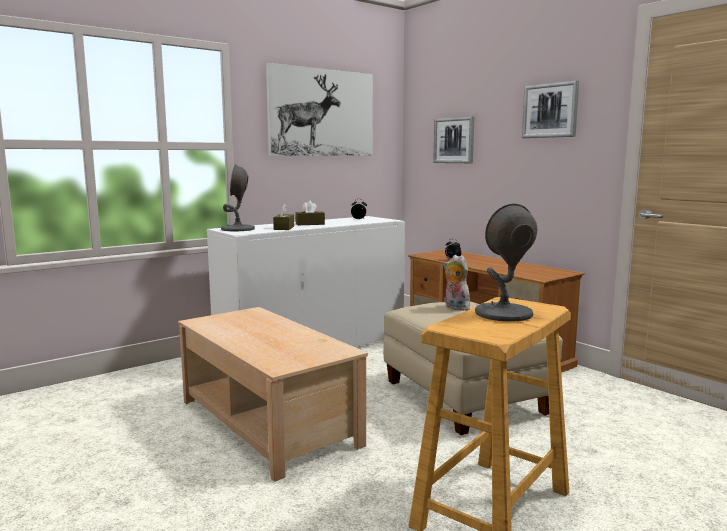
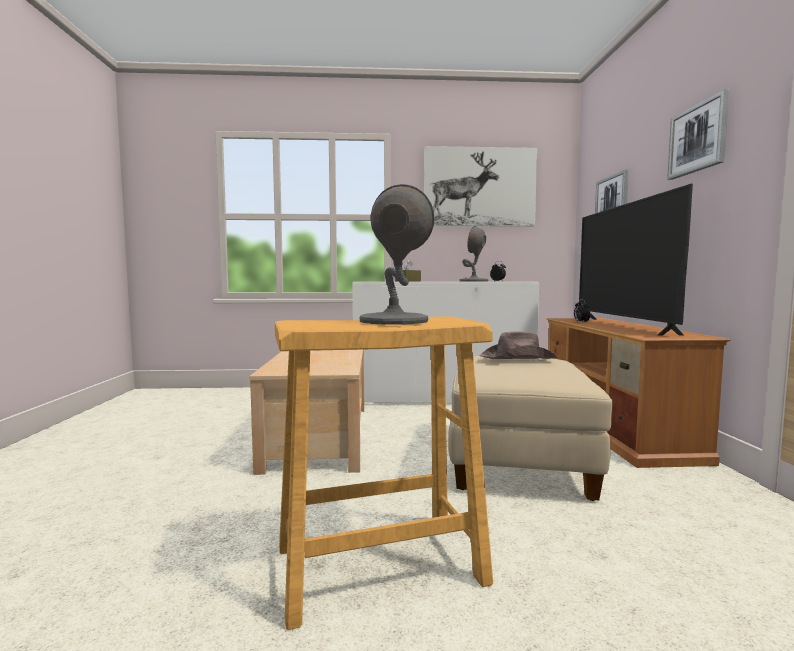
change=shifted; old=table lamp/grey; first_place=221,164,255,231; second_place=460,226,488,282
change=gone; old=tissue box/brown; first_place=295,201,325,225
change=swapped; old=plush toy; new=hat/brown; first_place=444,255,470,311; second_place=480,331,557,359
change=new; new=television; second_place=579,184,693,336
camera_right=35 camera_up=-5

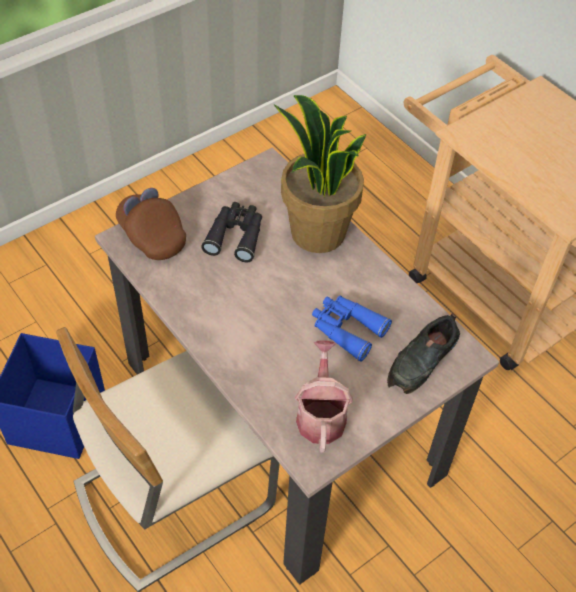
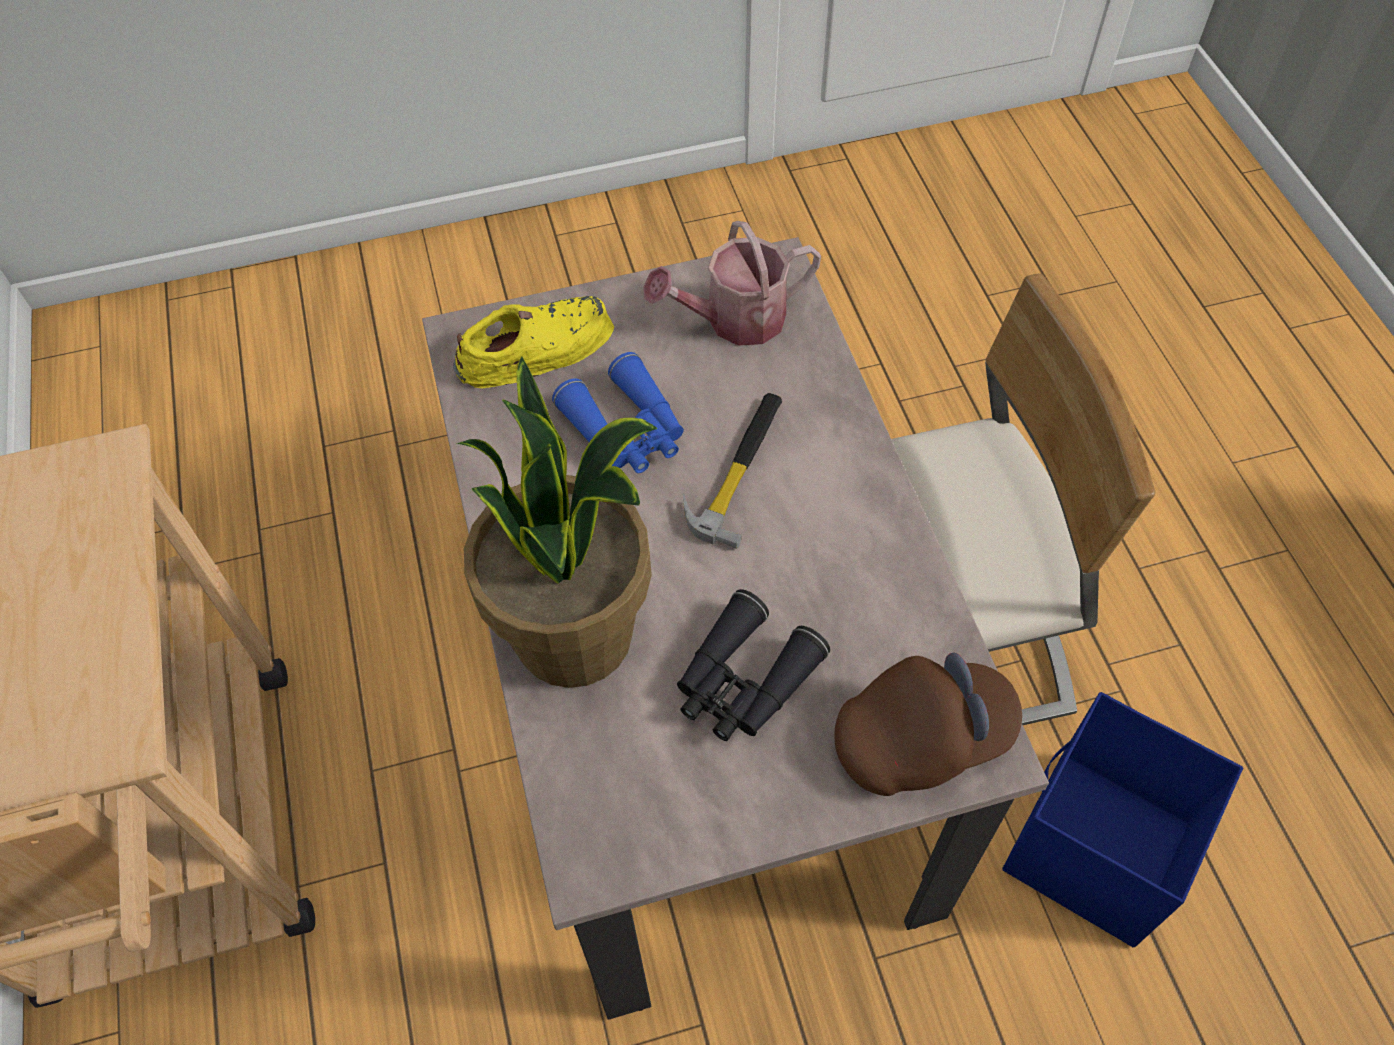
change=rotated; old=cap/brown; first_place=116,188,186,260; second_place=834,653,1022,796; degrees=-90
change=repainted; old=shoe/black; new=shoe/yellow; first_place=387,314,460,394; second_place=453,296,614,388
change=rotated; old=watering can; first_place=295,340,353,453; second_place=643,221,821,346; degrees=45
change=new; new=hammer; second_place=683,393,782,549
camera_right=-155 camera_up=5

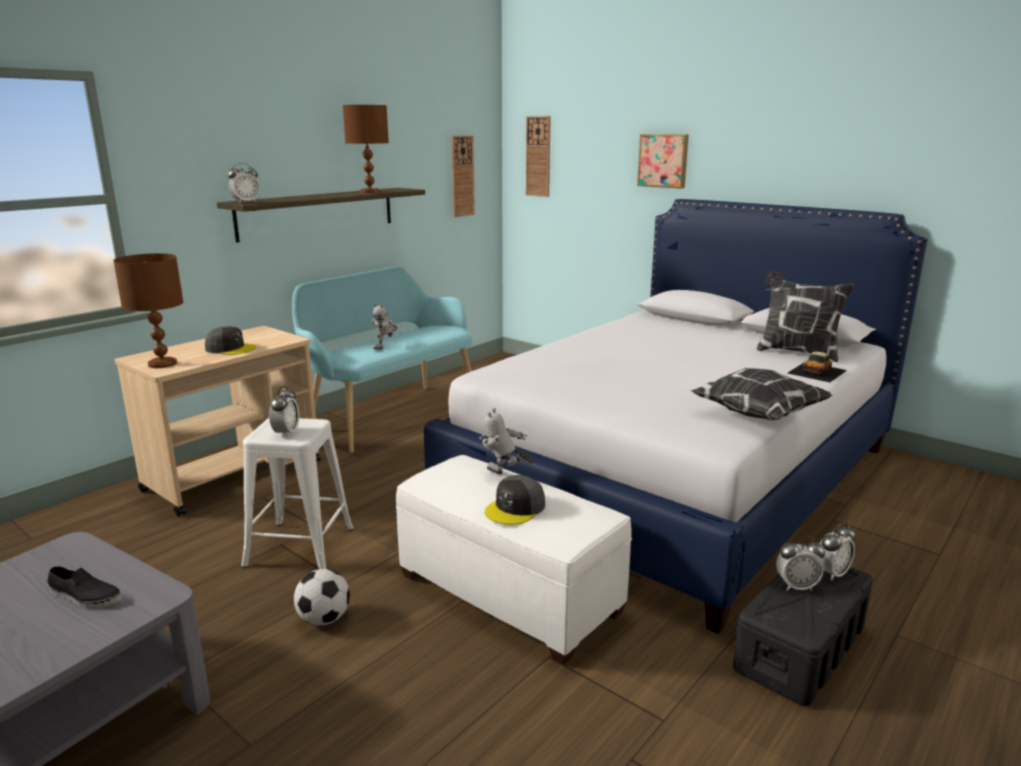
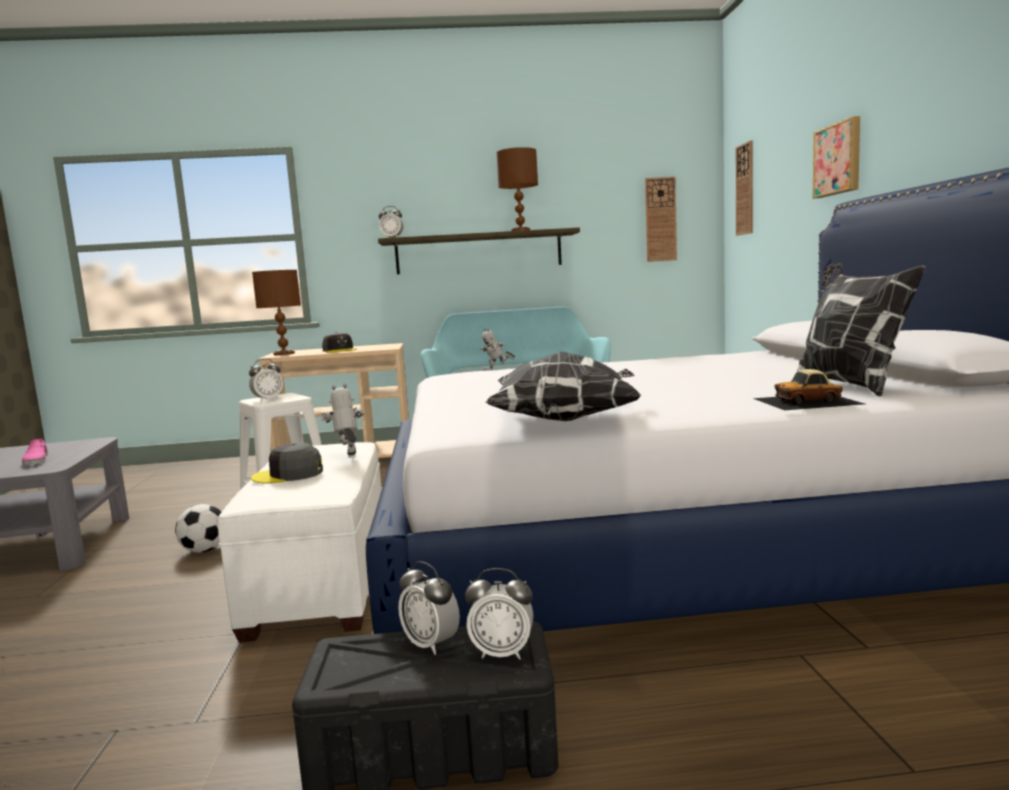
change=repainted; old=shoe/black; new=shoe/pink; first_place=48,566,121,609; second_place=22,439,48,466
camera_right=45 camera_up=-10

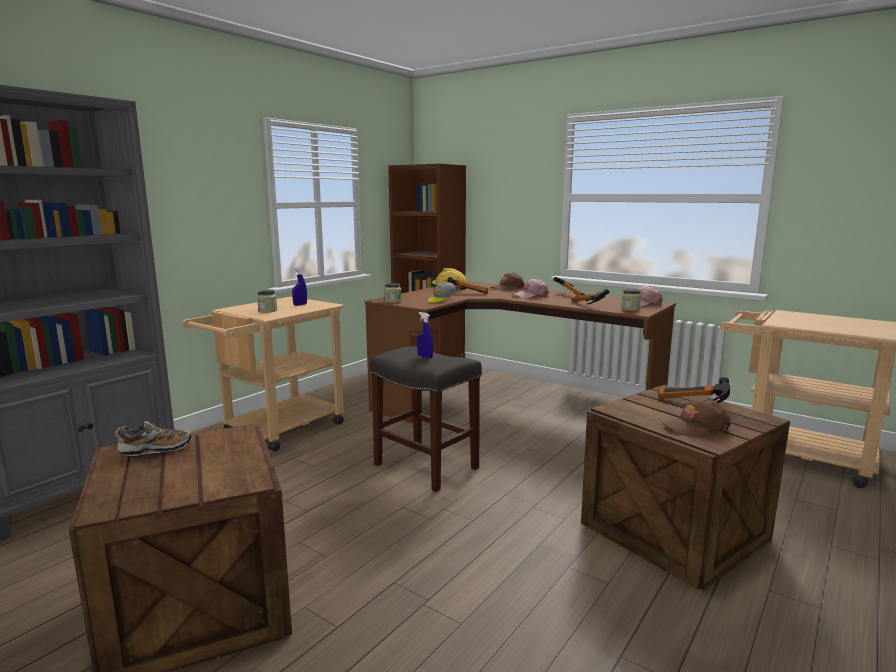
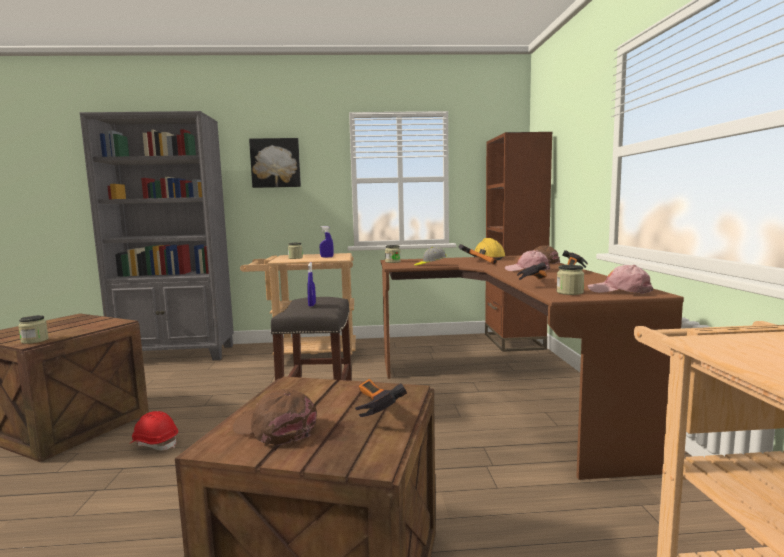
change=gone; old=shoe; first_place=114,421,192,456
change=new; new=picture; second_place=249,138,301,188
change=new; new=jar; second_place=18,315,49,344
change=new; new=hard hat/red; second_place=129,411,178,451
camera_right=50 camera_up=-5

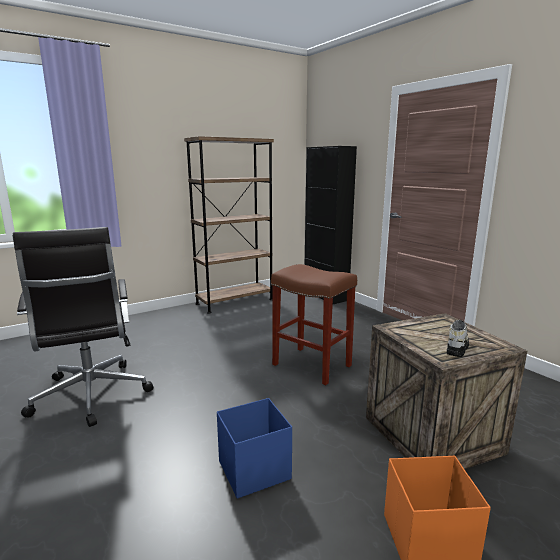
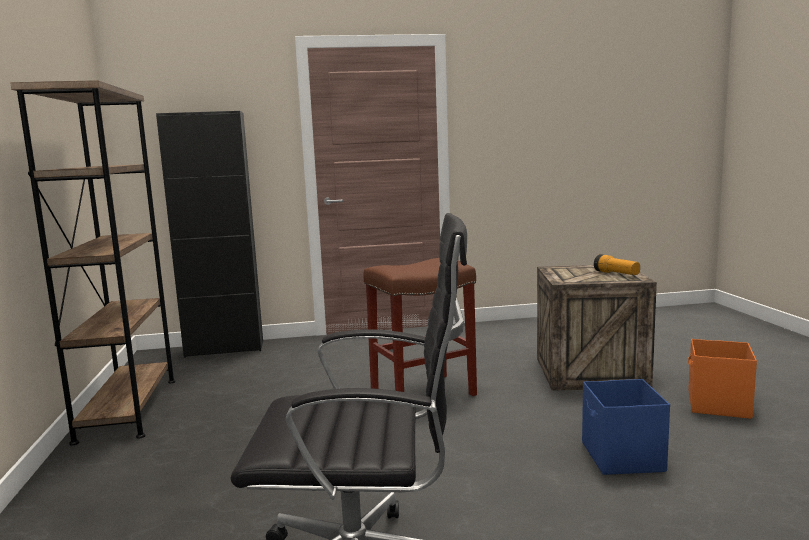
change=swapped; old=shoe; new=flashlight; first_place=447,320,469,357; second_place=594,254,640,275
camera_right=-65 camera_up=-5

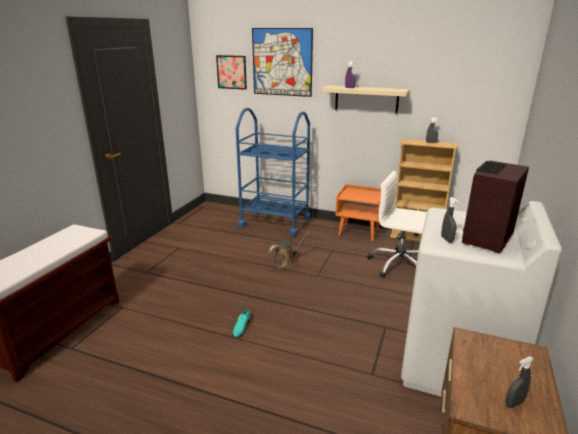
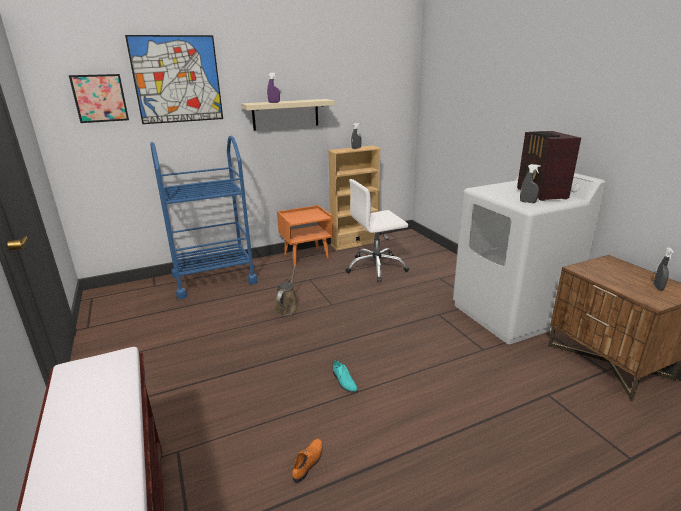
change=new; new=shoe/orange; second_place=292,439,323,483
camera_right=-45 camera_up=0

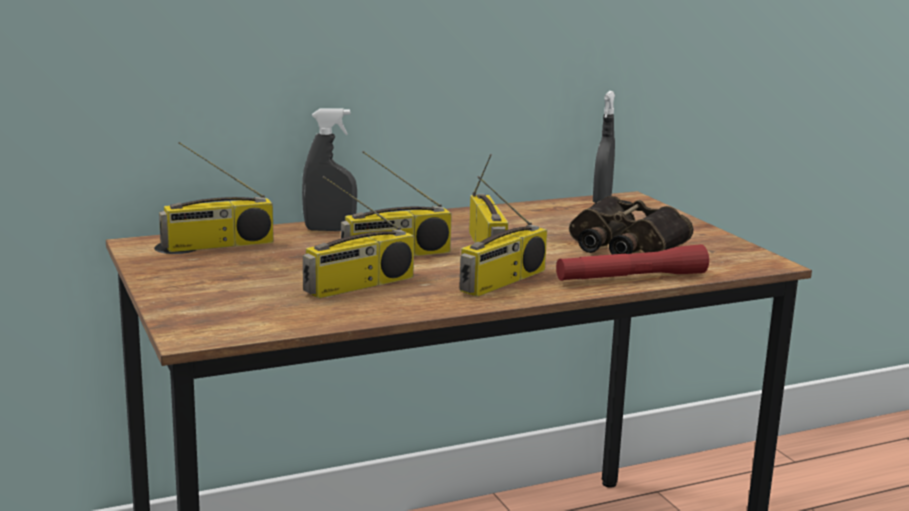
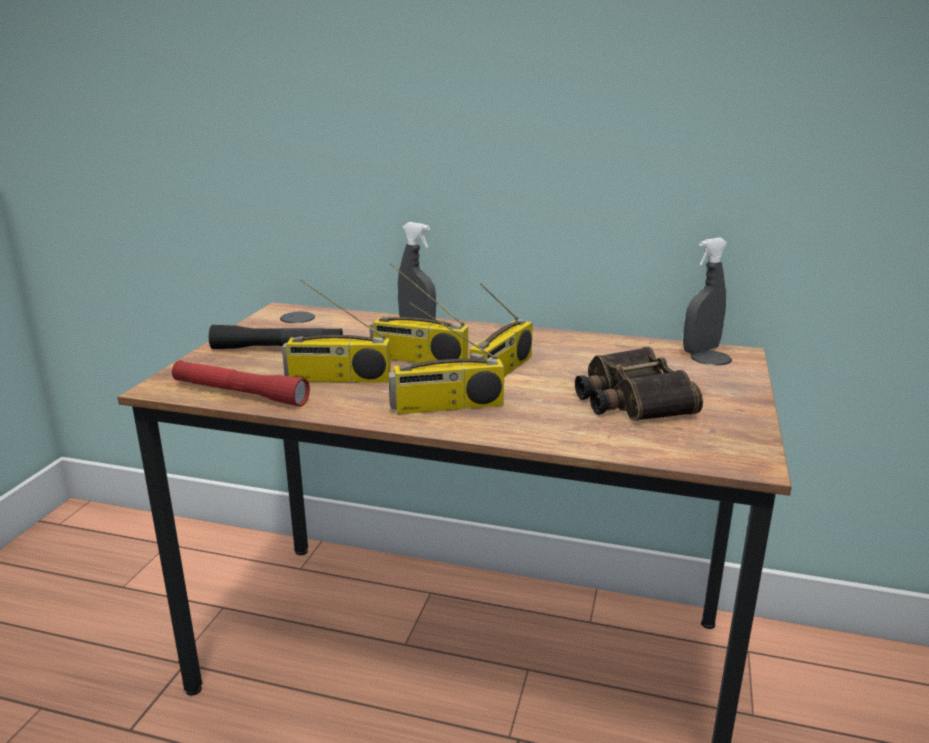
change=gone; old=radio; first_place=159,142,274,252
change=shifted; old=flashlight/red; first_place=556,244,709,281; second_place=172,360,310,407
change=new; new=flashlight/black; second_place=209,325,343,349
camera_right=40 camera_up=5

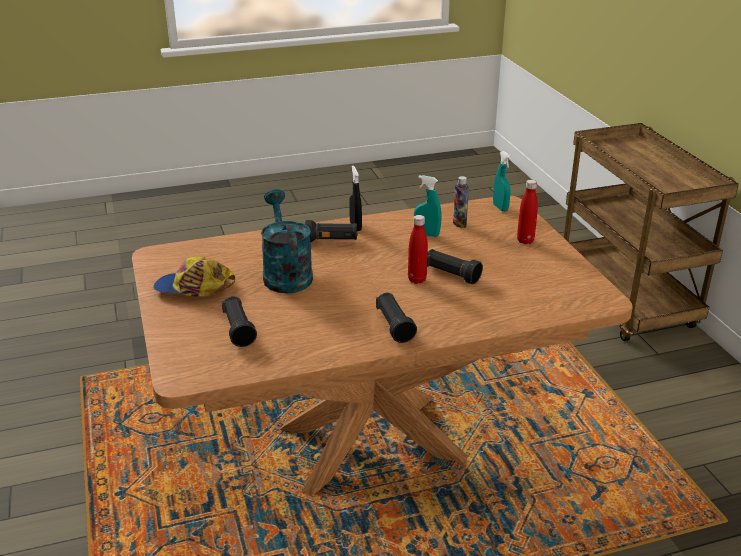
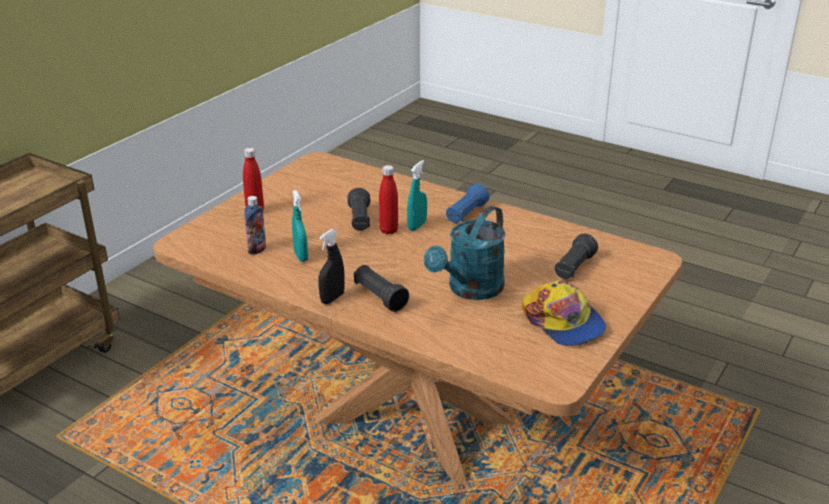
change=shifted; old=spray bottle/turquoise; first_place=493,151,511,212; second_place=407,160,427,231
change=repainted; old=flashlight/black; new=flashlight/blue; first_place=376,293,417,343; second_place=446,183,489,223
camera_right=-130 camera_up=0

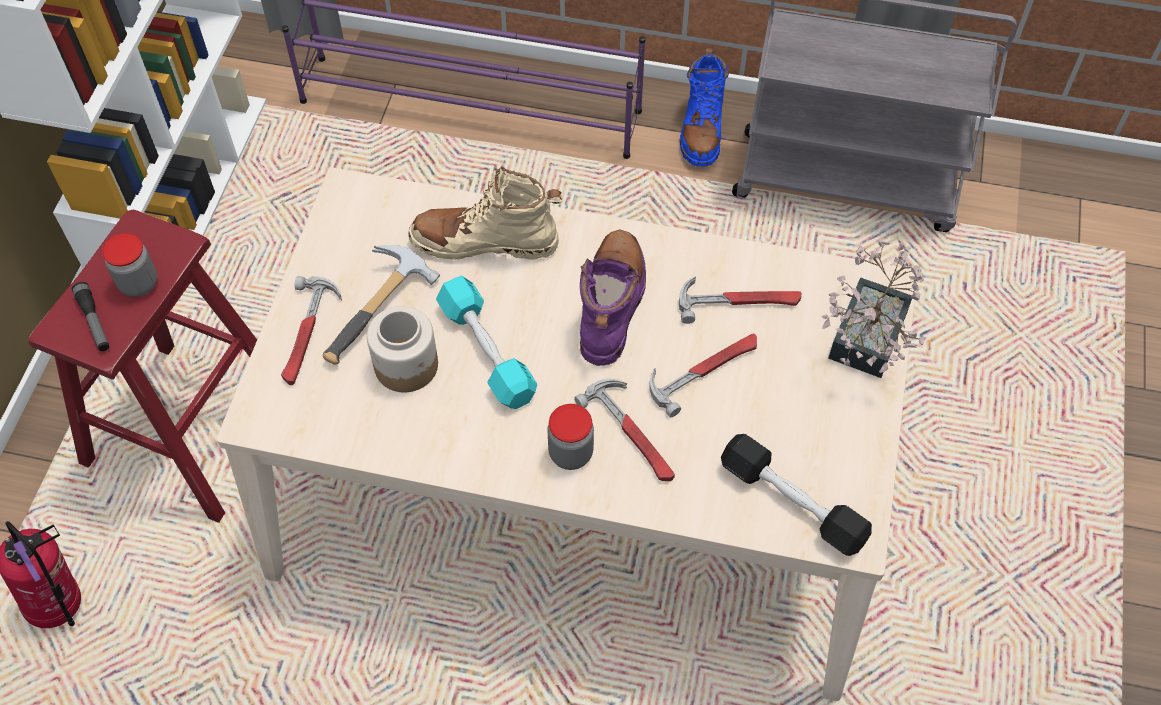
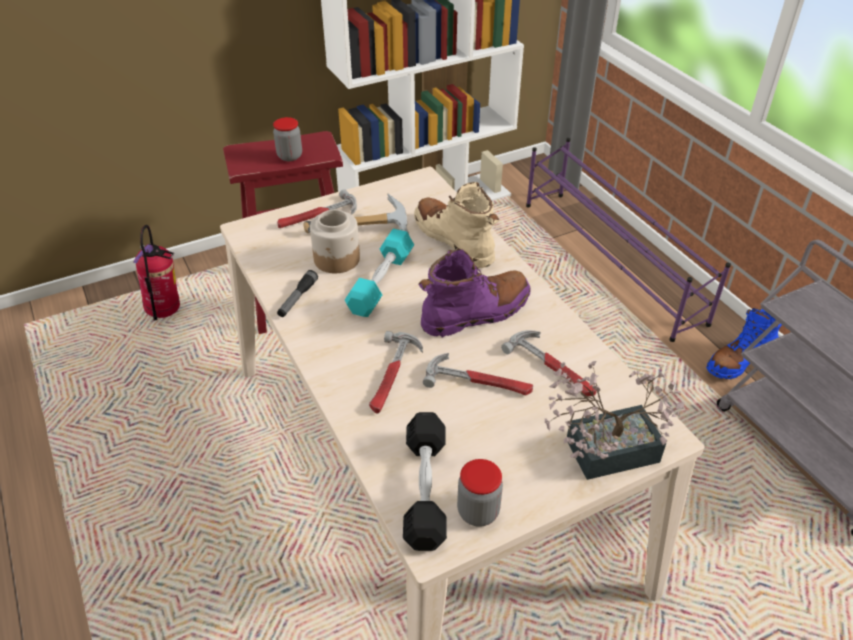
change=shifted; old=flashlight; first_place=72,282,109,351; second_place=277,270,318,317
change=shifted; old=jar; first_place=547,404,594,470; second_place=457,459,503,527
camera_right=50 camera_up=-15

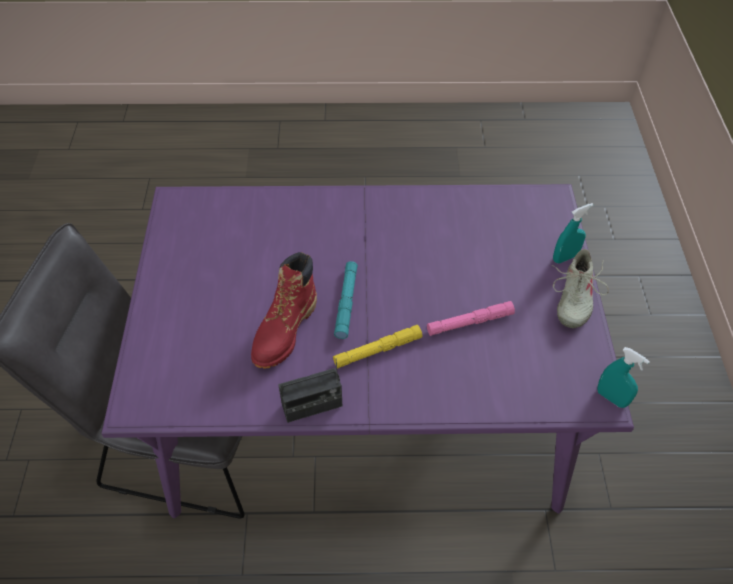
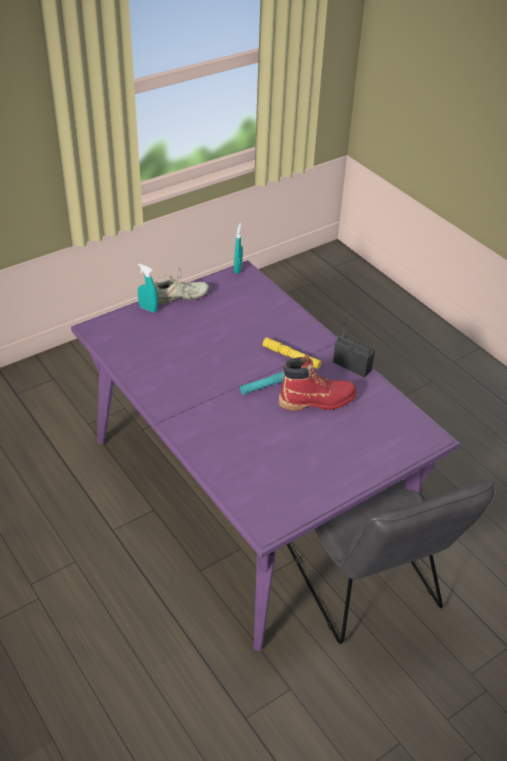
change=gone; old=flashlight/pink; first_place=427,301,515,336
camera_right=-125 camera_up=-10

